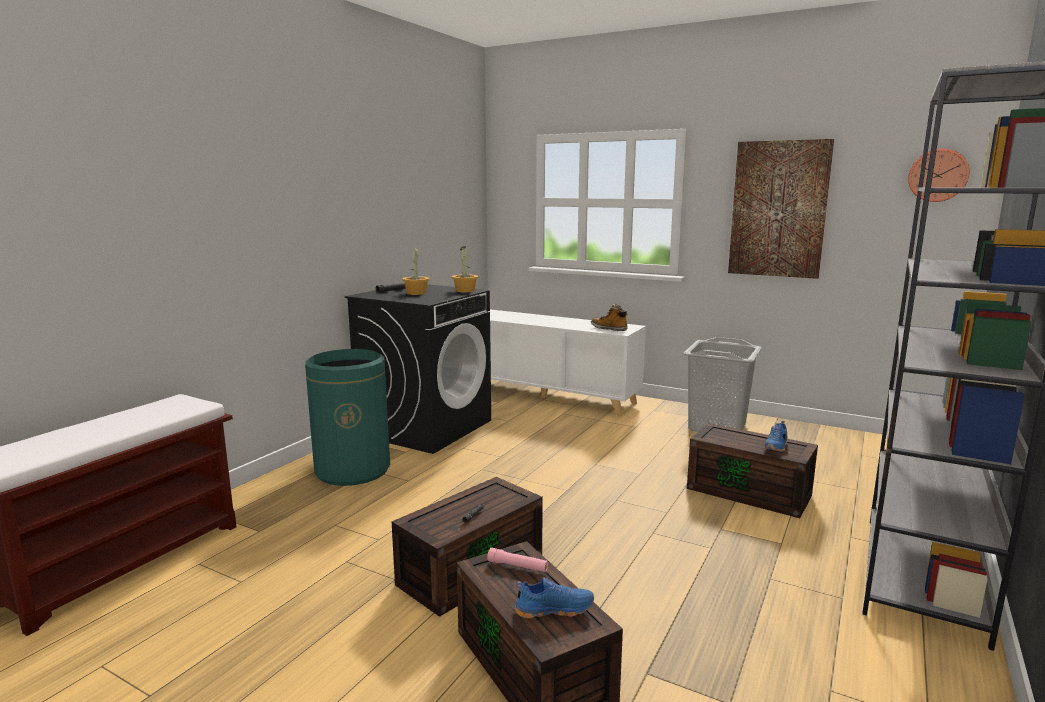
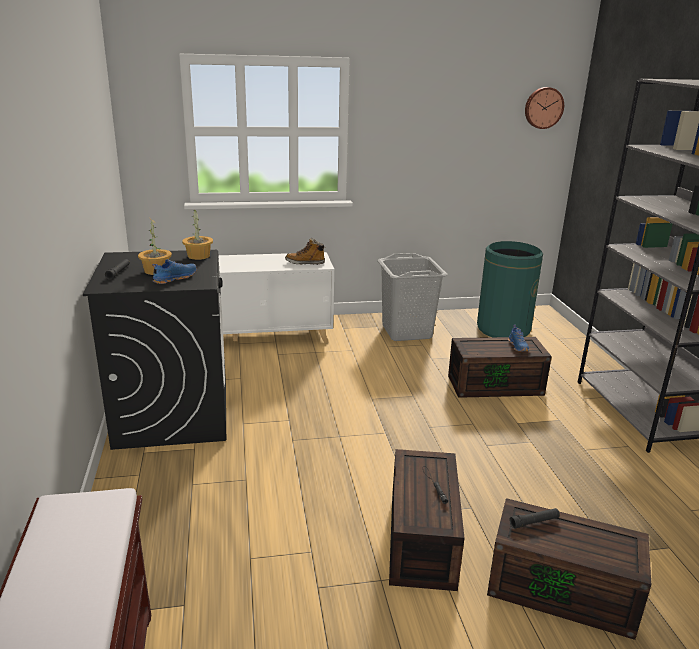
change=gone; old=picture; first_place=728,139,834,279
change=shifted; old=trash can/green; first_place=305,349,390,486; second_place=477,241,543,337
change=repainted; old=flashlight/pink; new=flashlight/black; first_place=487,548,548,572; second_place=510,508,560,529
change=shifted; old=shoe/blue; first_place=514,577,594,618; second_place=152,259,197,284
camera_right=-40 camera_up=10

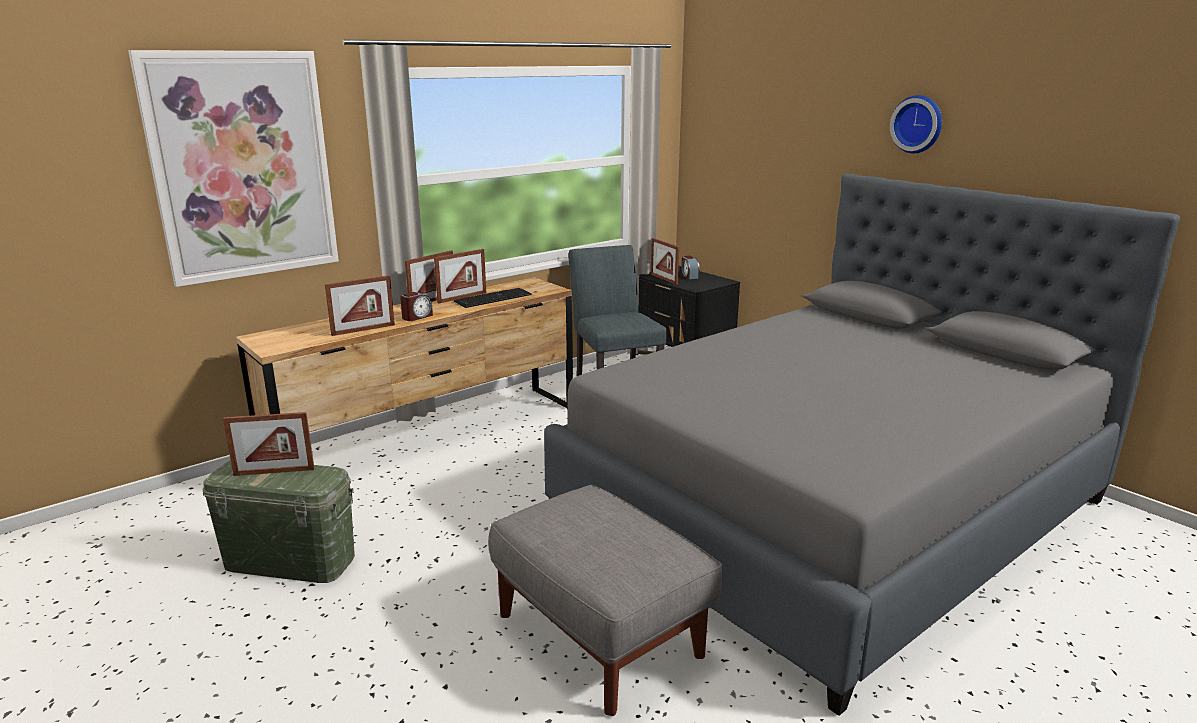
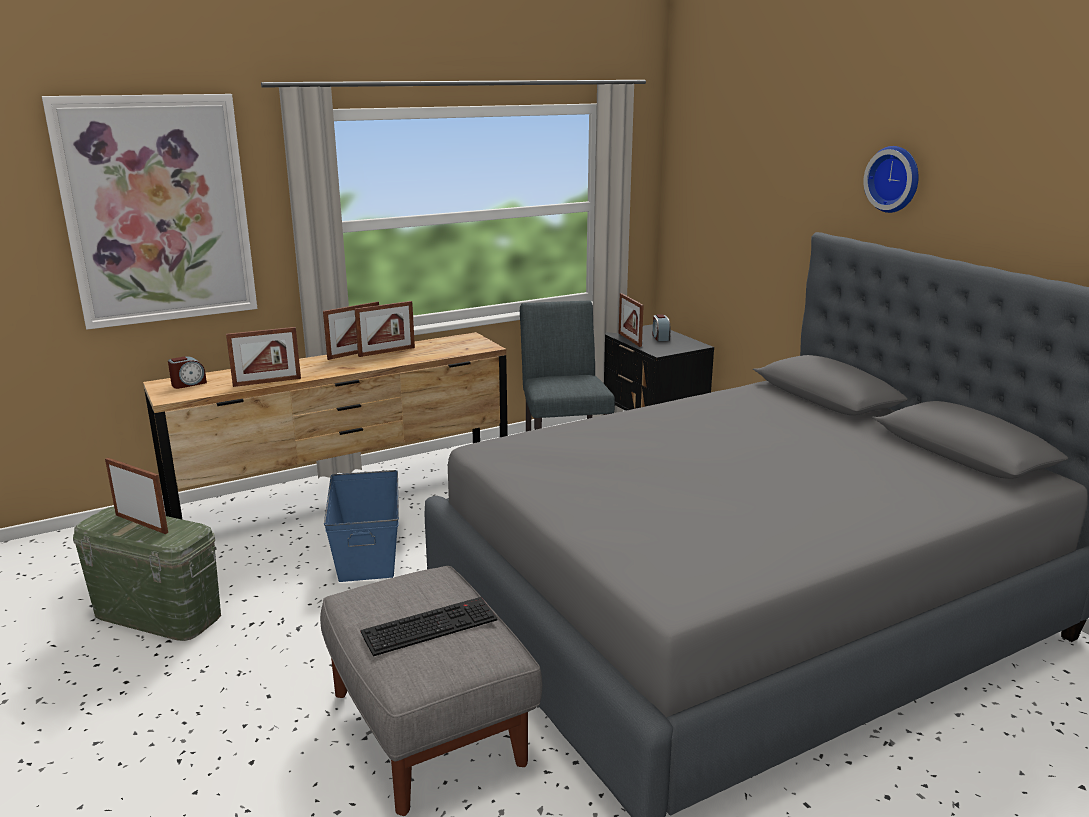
change=shifted; old=keyboard; first_place=454,288,532,308; second_place=360,597,498,657
change=shifted; old=alarm clock; first_place=400,292,433,321; second_place=168,356,207,389
change=rotated; old=picture frame; first_place=223,412,314,476; second_place=105,458,168,534; degrees=-150
change=new; new=storage box/blue; second_place=324,470,399,582
camera_right=10 camera_up=0

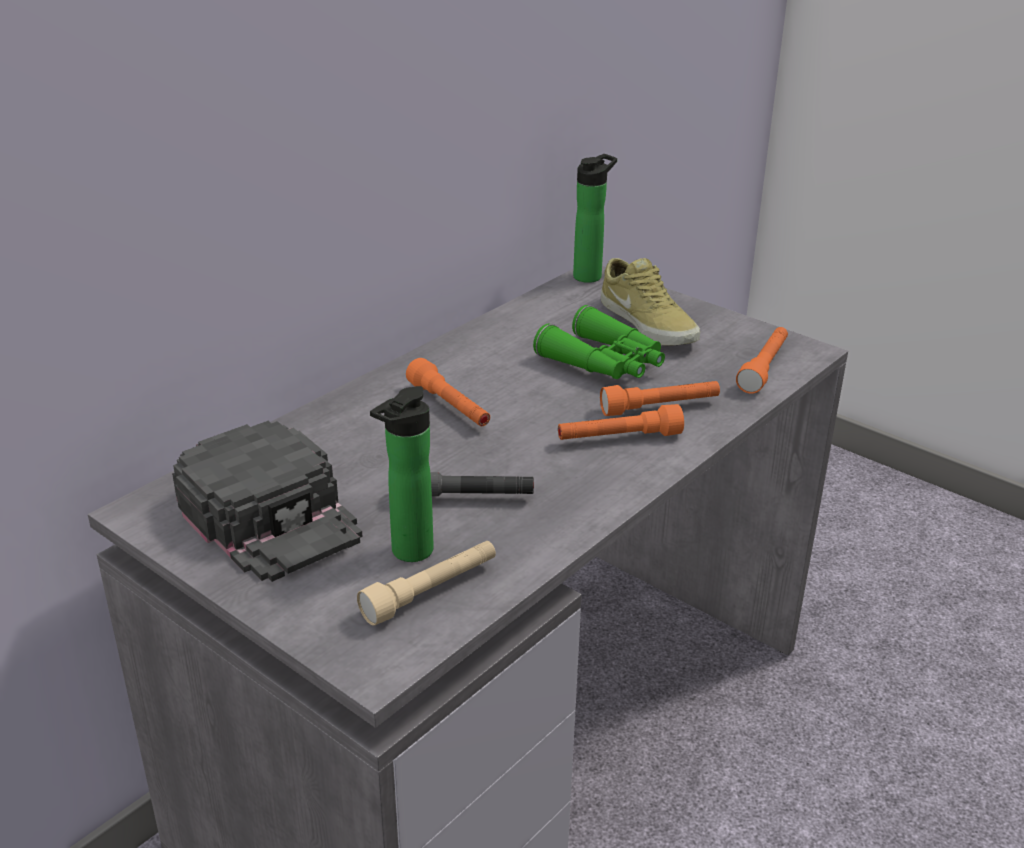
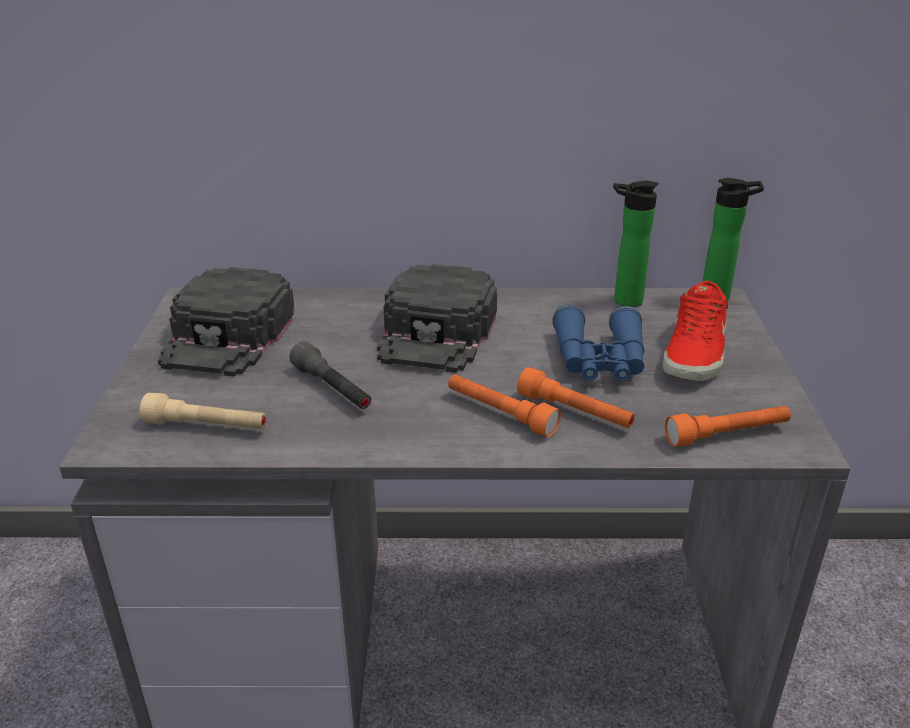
change=repainted; old=shoe/beige; new=shoe/red; first_place=601,258,700,346; second_place=662,281,728,381
change=repainted; old=binoculars/green; new=binoculars/blue; first_place=533,305,665,379; second_place=552,304,644,382
change=swapped; old=flashlight/orange; new=cap/black; first_place=406,358,490,426; second_place=377,264,497,373
change=shifted; old=bottle; first_place=370,386,434,562; second_place=613,181,659,307
camera_right=50 camera_up=0

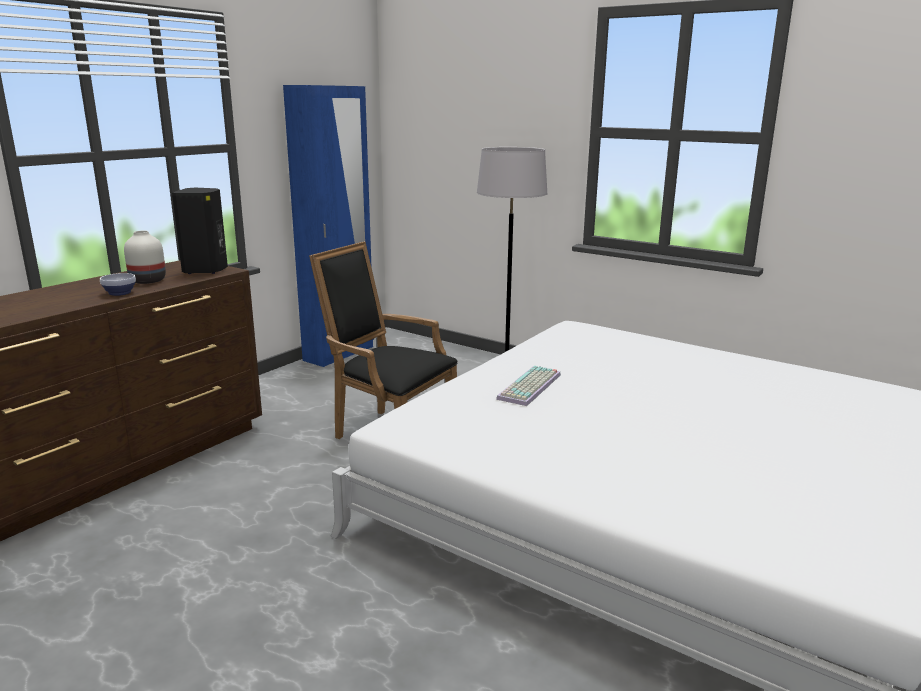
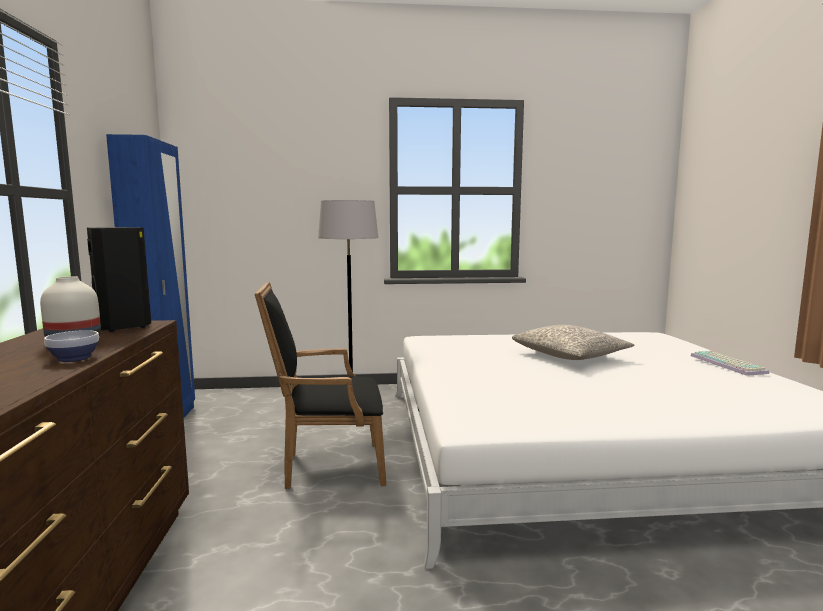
change=shifted; old=keyboard; first_place=496,366,561,406; second_place=691,351,769,376
change=new; new=pillow/grey; second_place=512,325,634,360
camera_right=-40 camera_up=-10

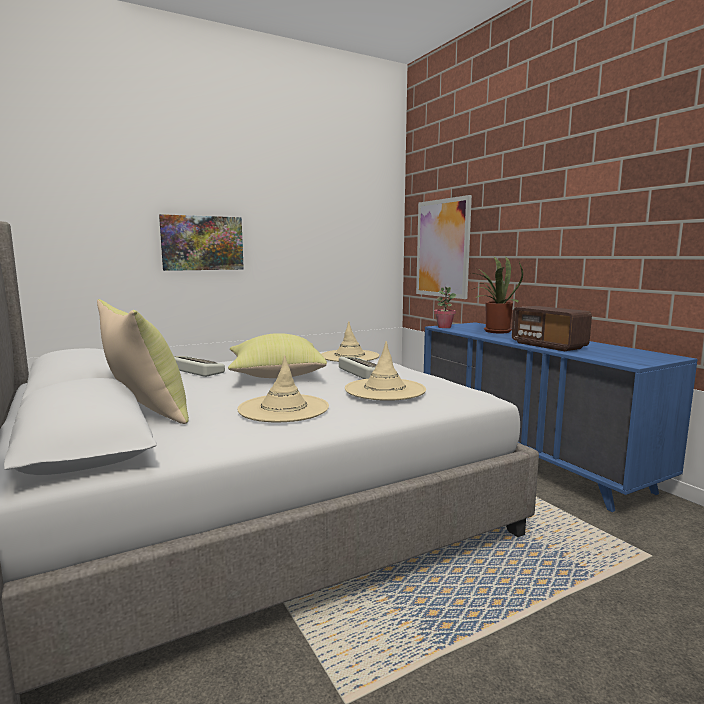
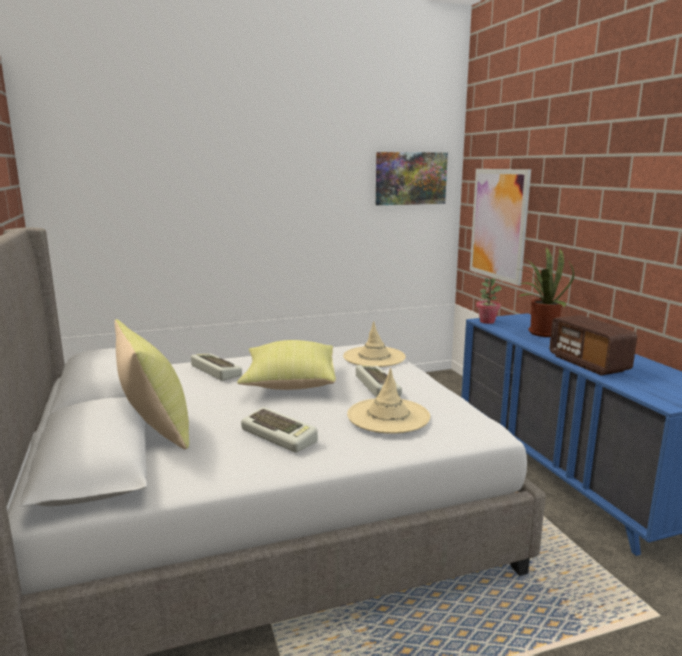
change=shifted; old=picture; first_place=159,214,244,271; second_place=376,152,448,205
change=swapped; old=hat/beige; new=keyboard; first_place=237,355,329,422; second_place=241,407,318,452
camera_right=10 camera_up=5

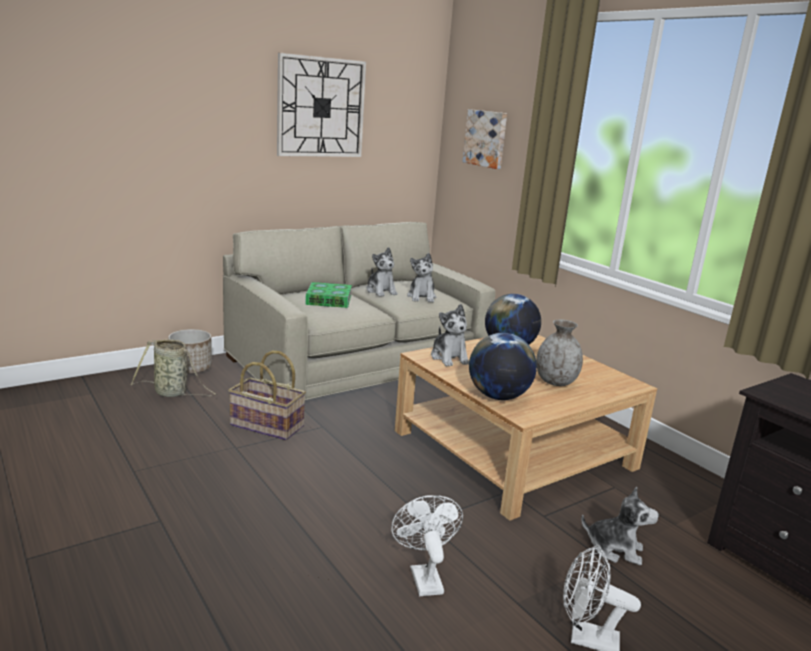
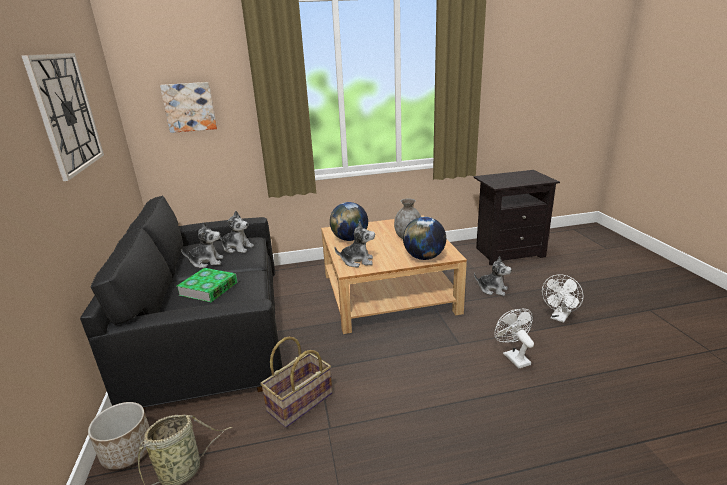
change=repainted; old=sofa/beige; new=sofa/black; first_place=223,222,495,400; second_place=80,196,282,410
change=rotated; old=plush toy; first_place=581,487,659,565; second_place=474,256,512,296; degrees=75
change=rotated; old=fan/white; first_place=391,495,463,596; second_place=494,309,534,369; degrees=60
camera_right=-65 camera_up=5

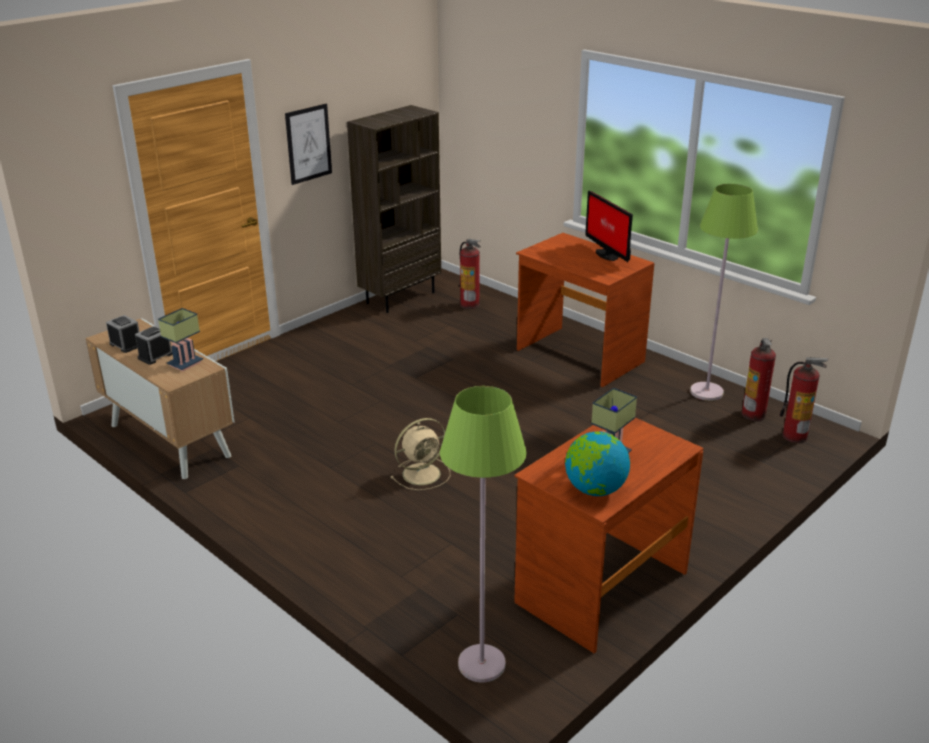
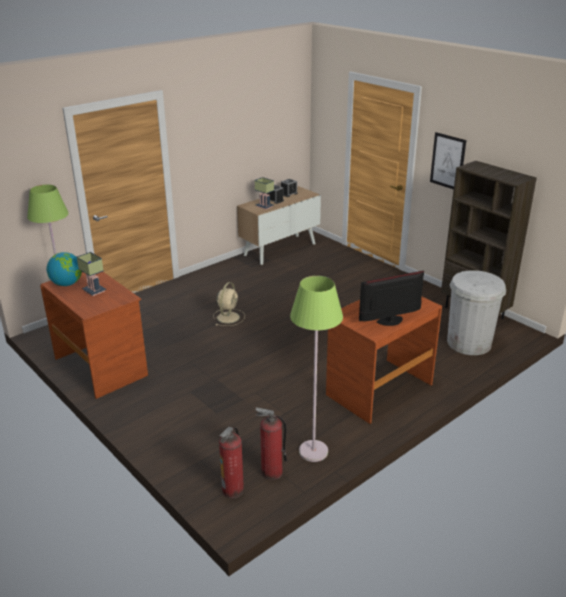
change=swapped; old=fire extinguisher; new=trash can/white; first_place=459,239,481,309; second_place=447,270,506,355
change=rotated; old=fan/beige; first_place=390,418,450,490; second_place=213,282,245,326; degrees=-135
camera_right=95 camera_up=0

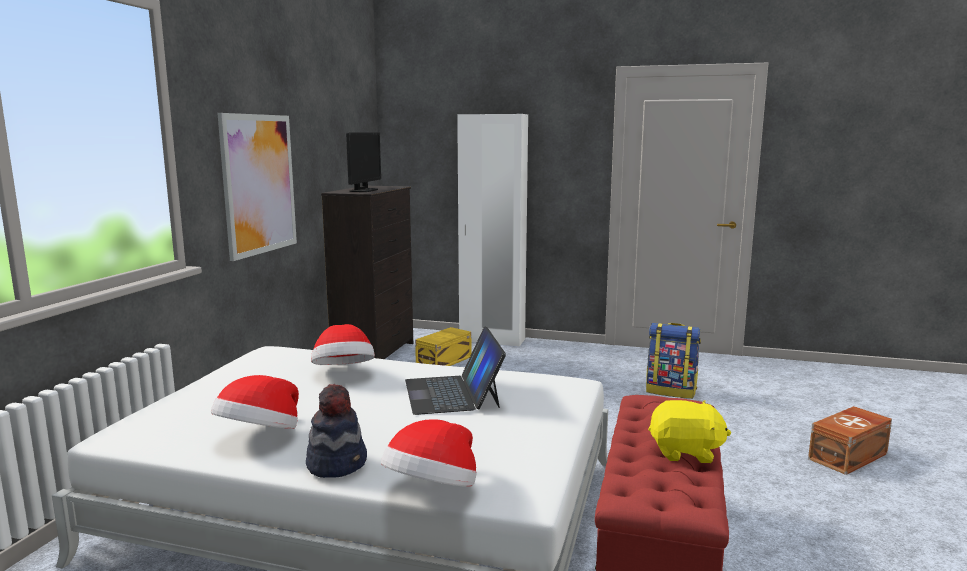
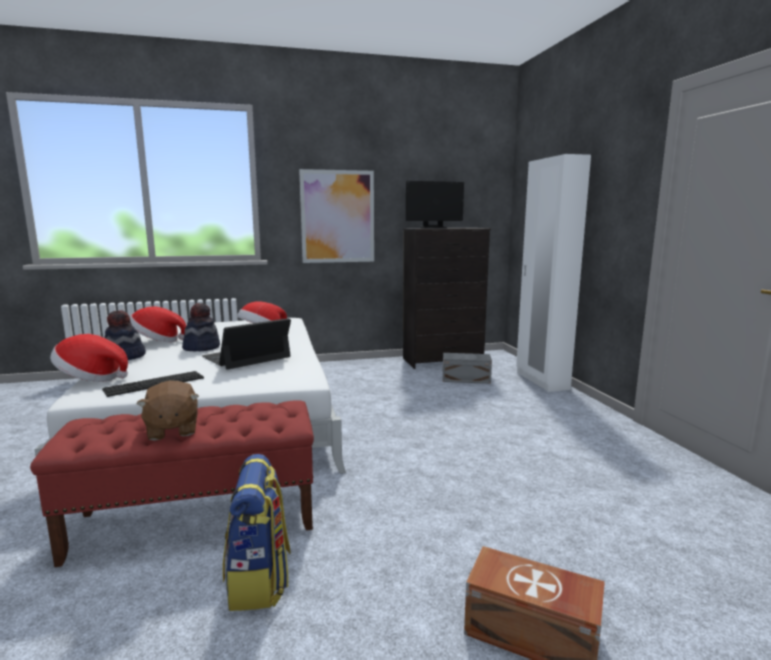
change=shifted; old=backpack; first_place=646,323,701,399; second_place=223,454,291,611
change=repainted; old=storage box/yellow; new=storage box/grey; first_place=415,327,471,366; second_place=442,353,492,384
change=repainted; old=plush toy/yellow; new=plush toy/brown; first_place=648,400,731,463; second_place=136,380,199,441
change=new; new=hat; second_place=182,303,220,351
change=new; new=keyboard; second_place=102,371,204,397
camera_right=60 camera_up=0

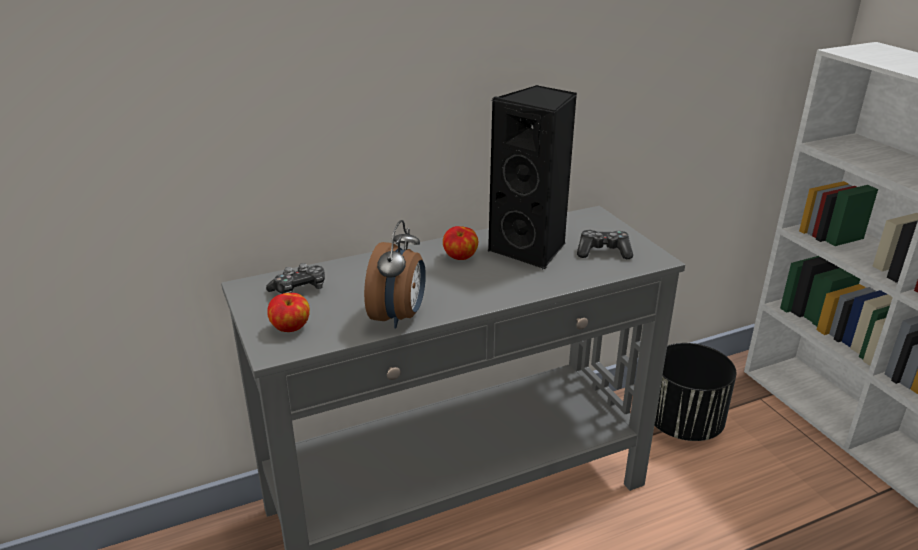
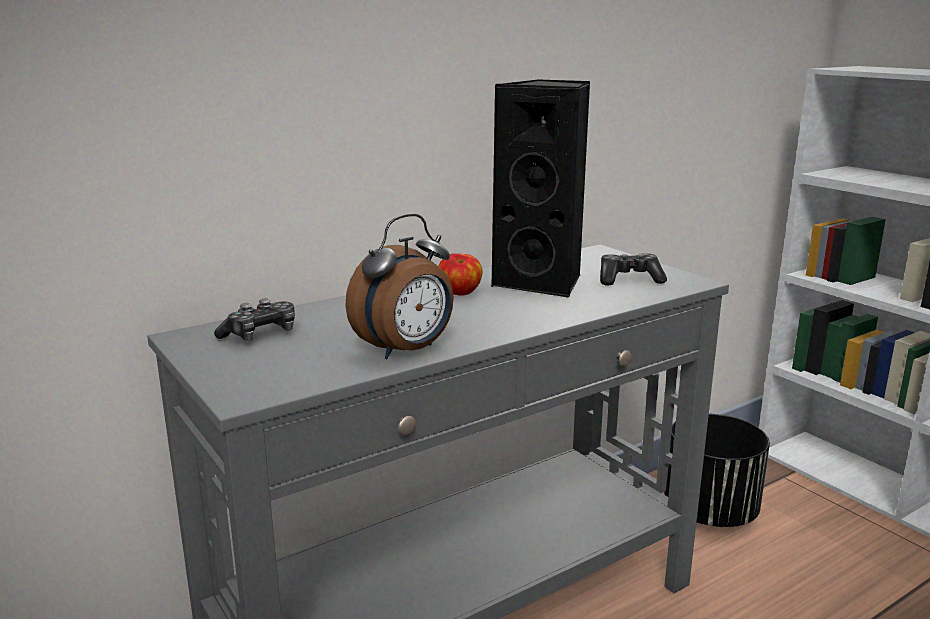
change=rotated; old=alarm clock; first_place=364,220,426,329; second_place=345,214,454,359; degrees=45
change=gone; old=apple; first_place=267,293,310,332
camera_right=-10 camera_up=-10

